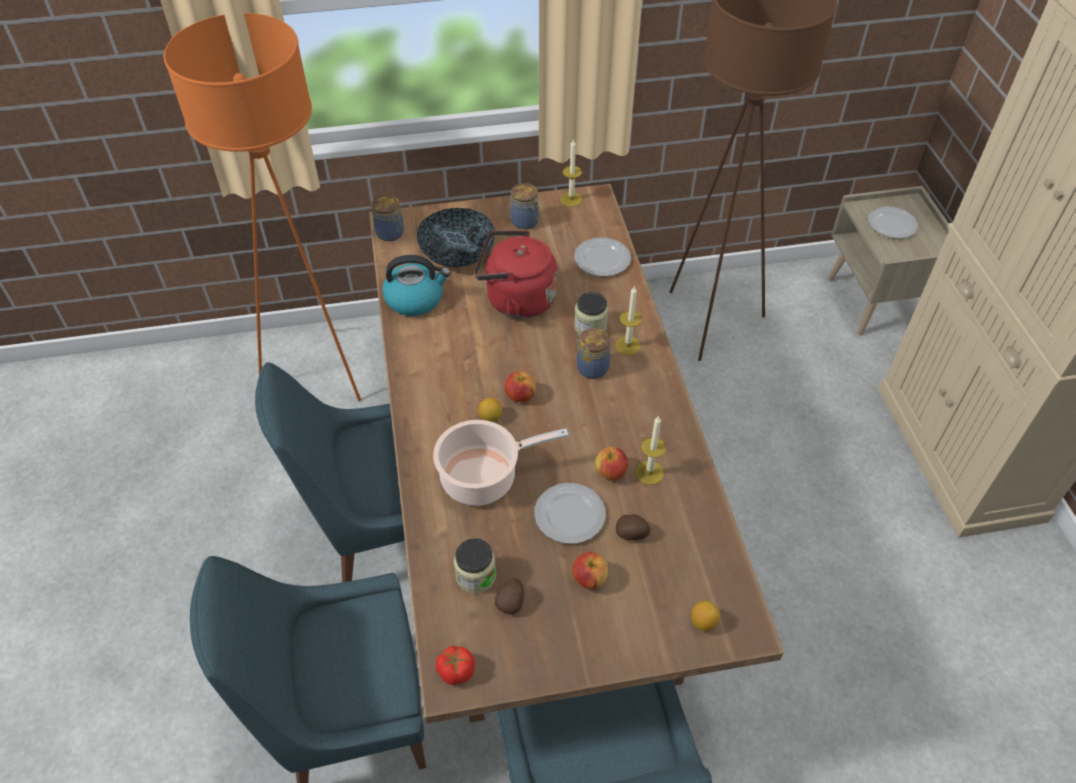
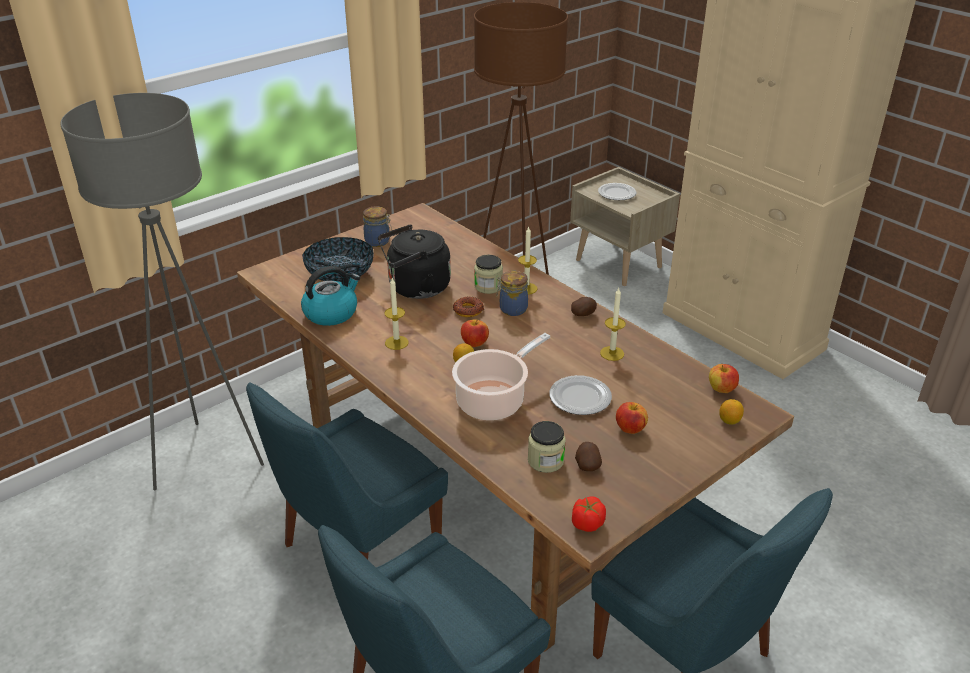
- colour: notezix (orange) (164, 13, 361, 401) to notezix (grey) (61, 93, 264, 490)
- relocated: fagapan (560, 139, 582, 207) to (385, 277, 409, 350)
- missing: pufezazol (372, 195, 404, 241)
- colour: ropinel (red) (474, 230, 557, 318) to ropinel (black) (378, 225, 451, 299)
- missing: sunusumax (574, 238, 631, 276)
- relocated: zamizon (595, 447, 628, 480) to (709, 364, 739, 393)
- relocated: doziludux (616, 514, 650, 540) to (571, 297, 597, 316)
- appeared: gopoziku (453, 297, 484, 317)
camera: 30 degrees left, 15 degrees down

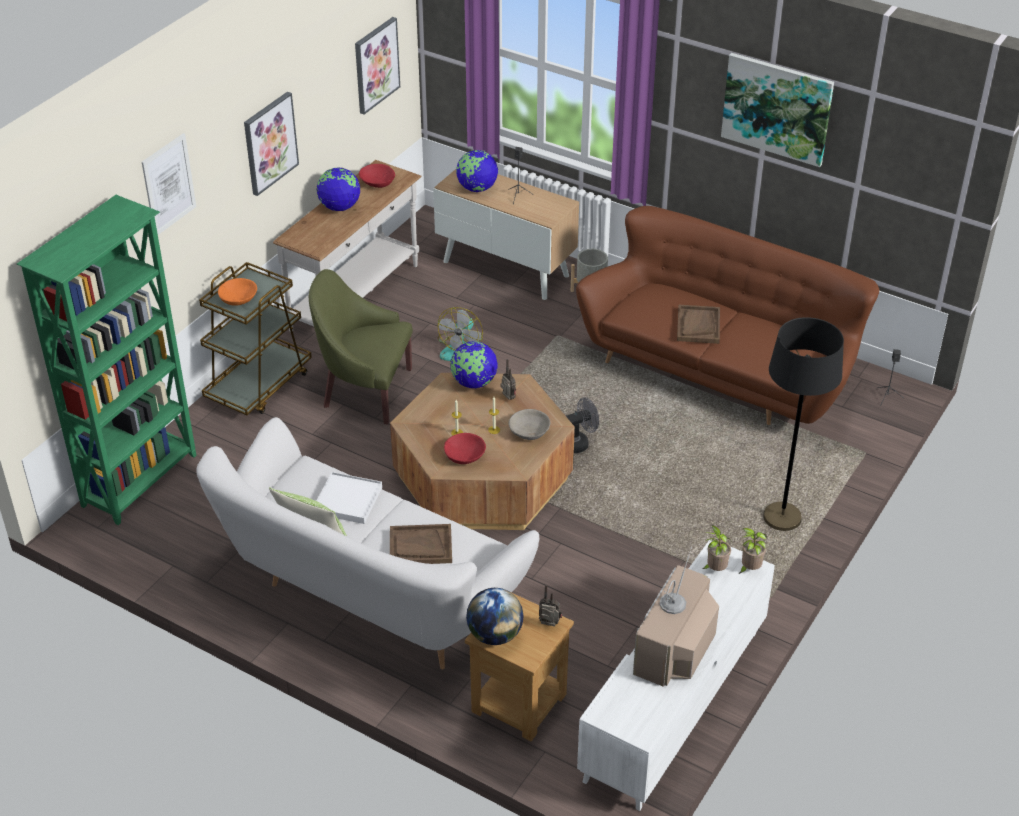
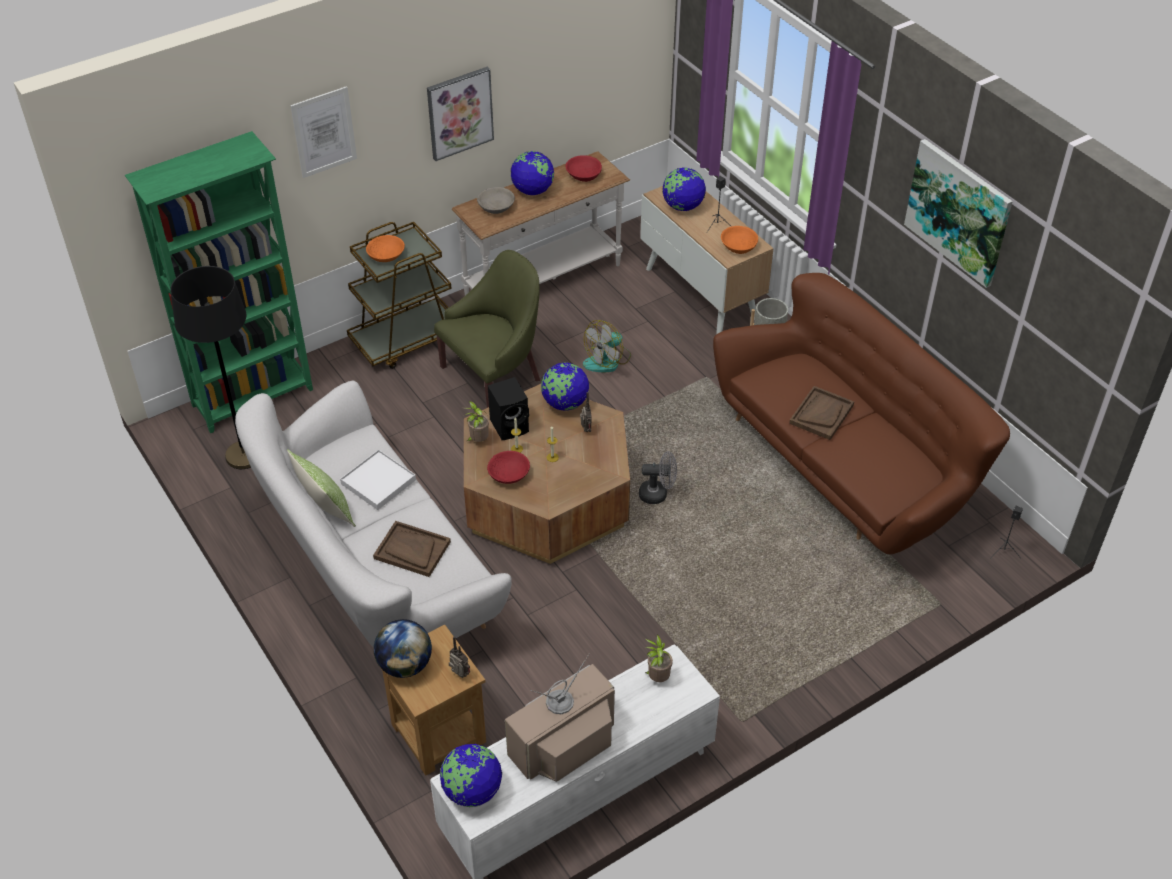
- missing: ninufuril (355, 17, 400, 114)
- spun: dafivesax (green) (308, 269, 413, 425) = (434, 250, 540, 408) 105 degrees clockwise
- relocated: notezix (black) (763, 317, 844, 531) to (170, 266, 251, 469)
- relocated: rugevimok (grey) (509, 409, 550, 440) to (477, 187, 515, 214)
- relocated: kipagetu (739, 528, 767, 574) to (465, 401, 489, 442)
- appeared: rugevimok (orange) (721, 226, 758, 254)
- appeared: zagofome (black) (488, 377, 529, 440)
- appeared: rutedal (440, 744, 502, 807)
camera: 25 degrees right, 5 degrees up

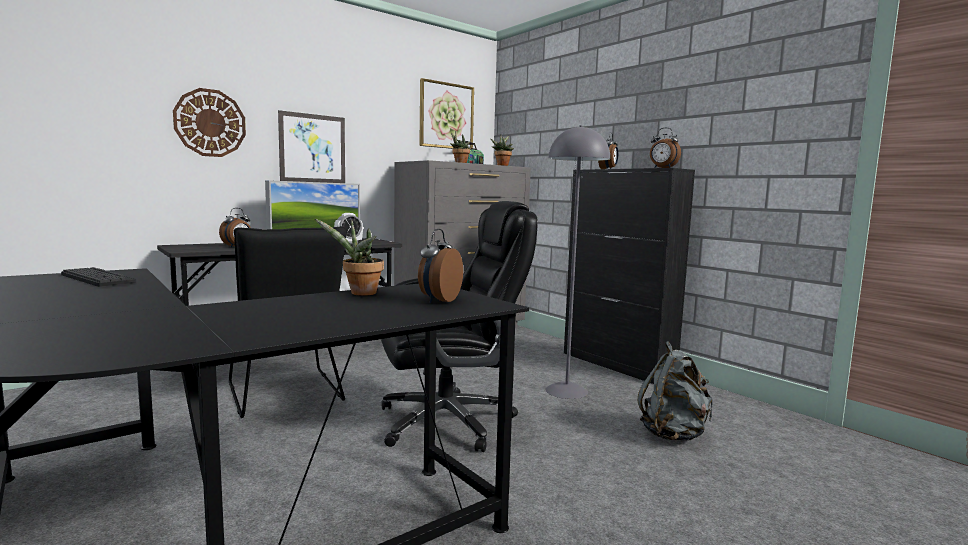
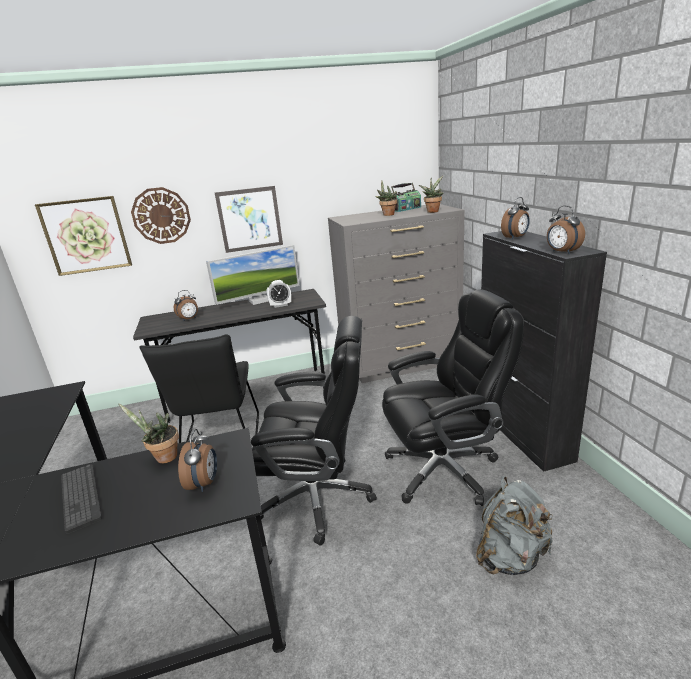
- relocated: ninufuril (419, 78, 474, 149) to (35, 196, 132, 276)
- exchanged: notezix (grey) (545, 125, 610, 399) to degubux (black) (382, 289, 524, 506)
- spun: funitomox (418, 229, 463, 303) = (178, 429, 217, 492) 135 degrees clockwise
- relocated: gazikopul (61, 267, 136, 287) to (61, 464, 102, 534)
camera: 25 degrees right, 15 degrees up

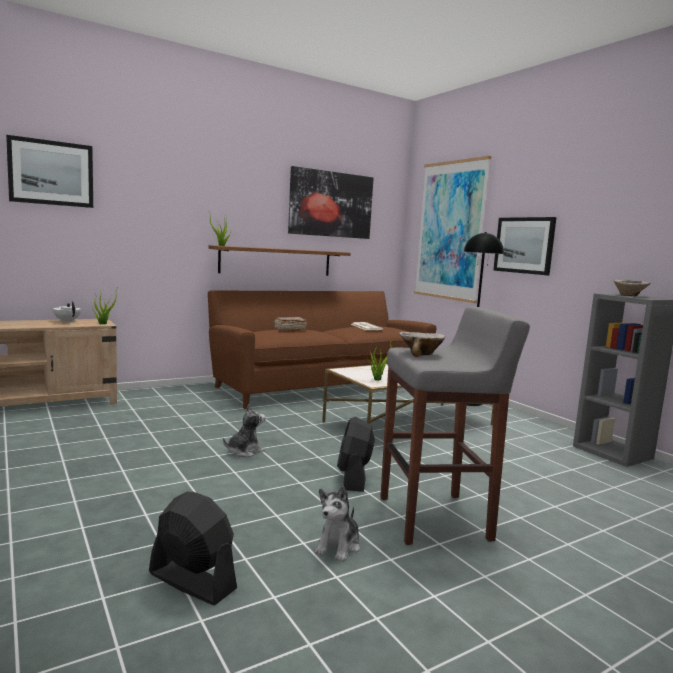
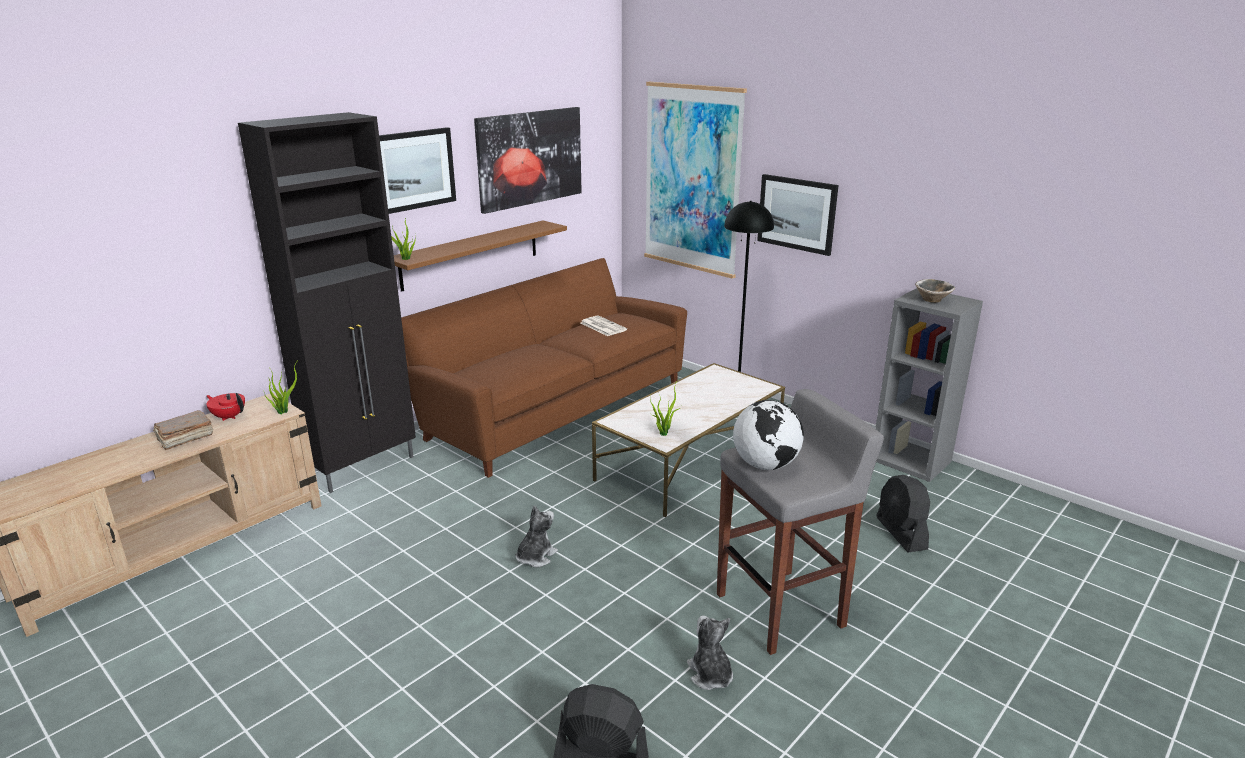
- relocated: ninufuril (6, 135, 93, 208) to (379, 127, 456, 214)
- colour: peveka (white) (53, 301, 81, 323) to peveka (red) (206, 393, 245, 421)
- relocated: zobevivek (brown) (274, 317, 307, 331) to (153, 410, 213, 450)
- exchanged: rugevimok (399, 332, 445, 357) to rutedal (733, 400, 804, 470)
- relocated: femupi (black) (337, 417, 375, 492) to (876, 475, 930, 552)
- spun: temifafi (315, 486, 361, 562) = (687, 615, 733, 690) 150 degrees clockwise
- appeared: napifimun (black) (238, 112, 416, 493)
camera: 15 degrees left, 15 degrees up

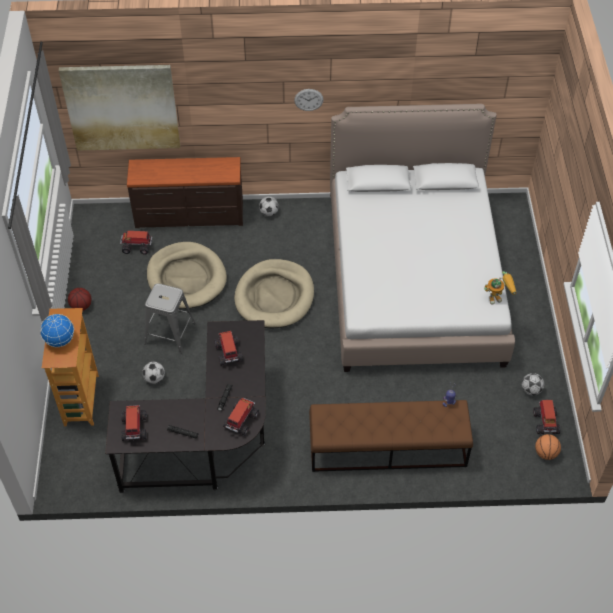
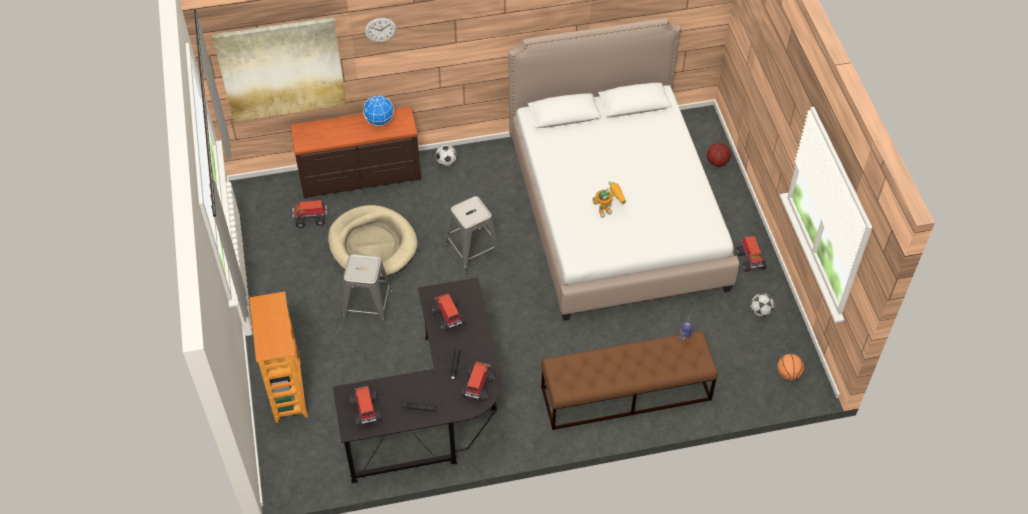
- relocated: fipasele (294, 89, 324, 111) to (365, 17, 397, 42)
- exchanged: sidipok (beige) (234, 259, 314, 329) to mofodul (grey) (444, 196, 501, 274)
- relocated: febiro (484, 271, 517, 305) to (592, 181, 626, 218)
- relocated: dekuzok (68, 288, 92, 311) to (707, 143, 731, 167)
- relocated: rutedal (40, 314, 74, 347) to (363, 95, 394, 126)
- missing: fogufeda (142, 362, 165, 384)
- relocated: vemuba (533, 400, 560, 435) to (737, 236, 767, 272)
camera: 10 degrees left, 0 degrees up

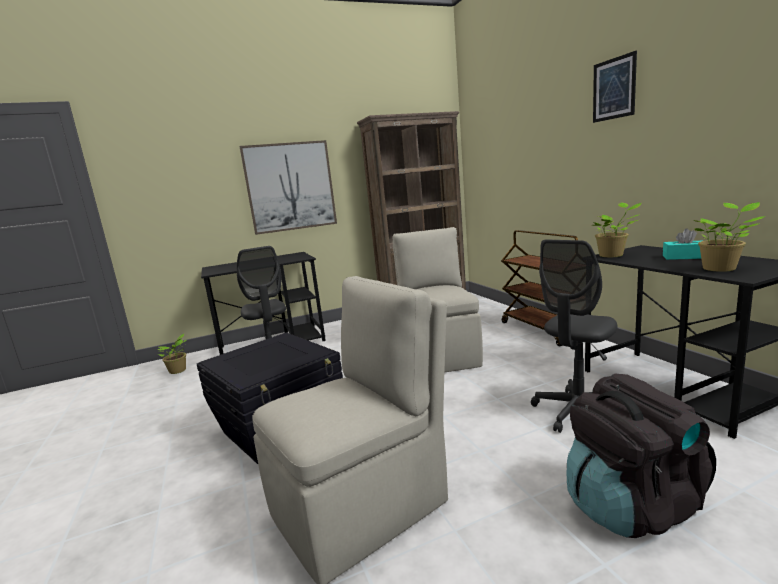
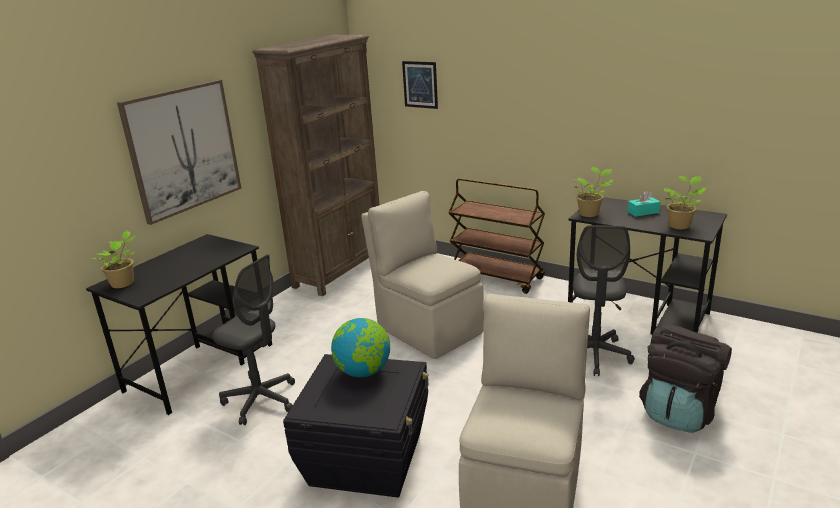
- relocated: ninufuril (593, 51, 637, 123) to (402, 61, 438, 109)
- relocated: kipagetu (158, 334, 186, 374) to (91, 230, 135, 288)
- appeared: rutedal (331, 318, 390, 377)
camera: 35 degrees left, 10 degrees up

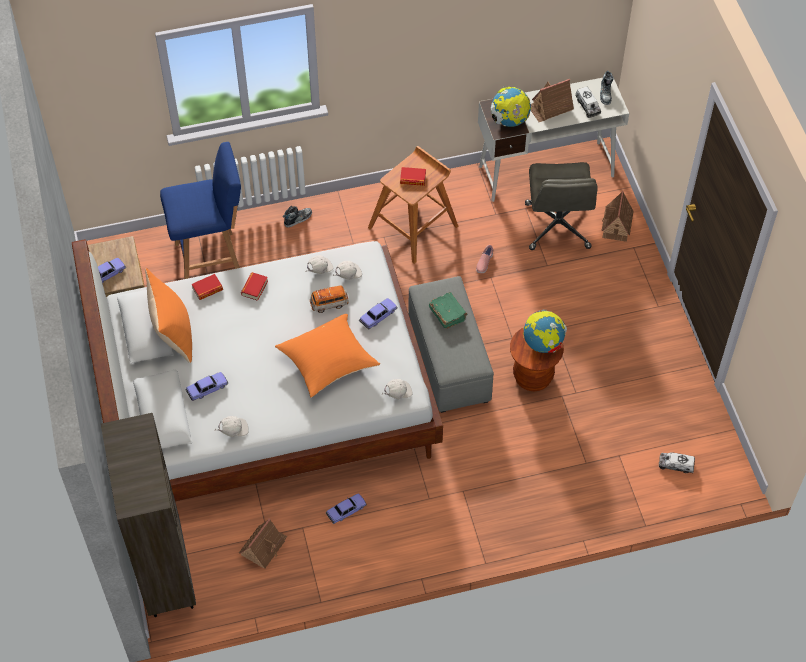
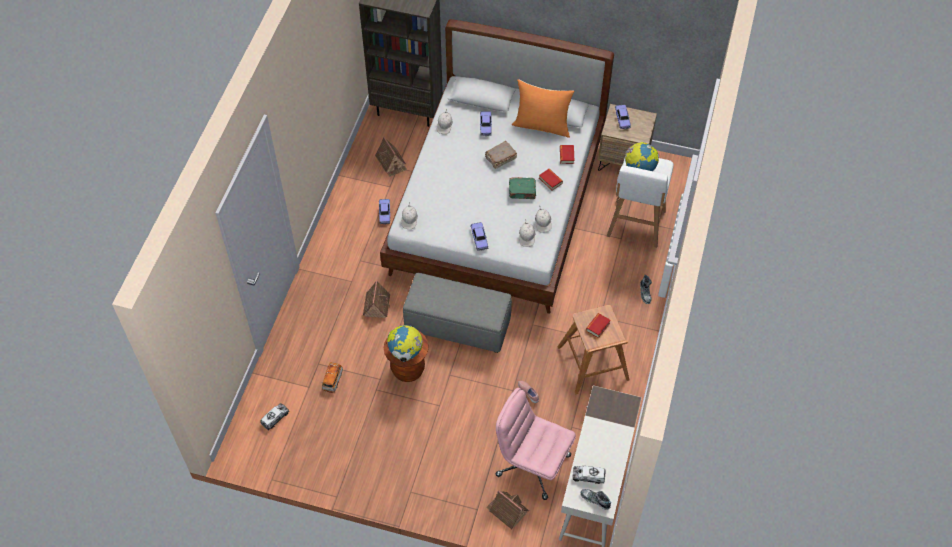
- relocated: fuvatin (531, 79, 574, 122) to (363, 280, 390, 318)
- relocated: rutedal (491, 87, 531, 127) to (625, 142, 659, 171)
- colour: mofodul (blue) (160, 142, 241, 279) to mofodul (white) (607, 158, 674, 248)
- colour: degubux (grey) (525, 162, 598, 250) to degubux (pink) (495, 388, 576, 500)
- relocated: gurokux (310, 286, 349, 313) to (322, 362, 343, 393)
- relocated: zobevivek (green) (429, 292, 467, 329) to (509, 177, 536, 199)
- missing: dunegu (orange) (275, 314, 380, 398)
- appeared: zobevivek (brown) (485, 141, 517, 169)
camera: 120 degrees right, 0 degrees up

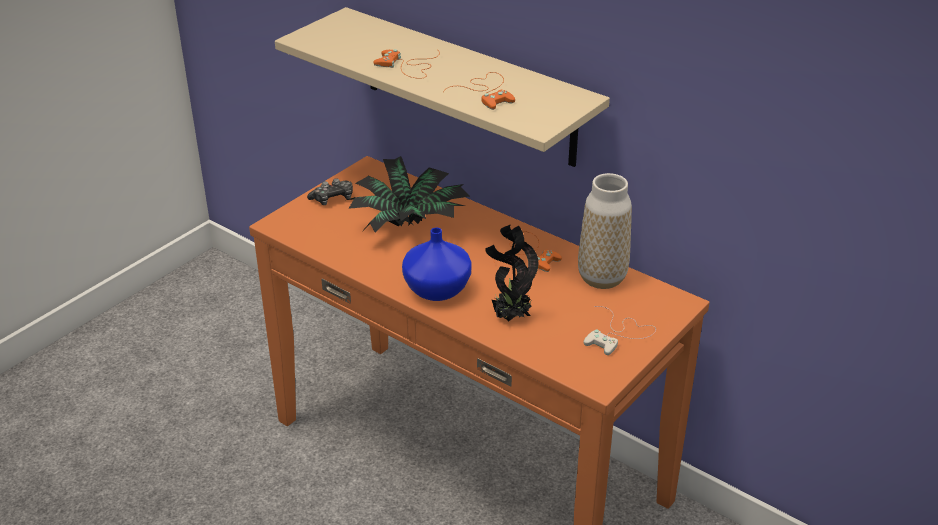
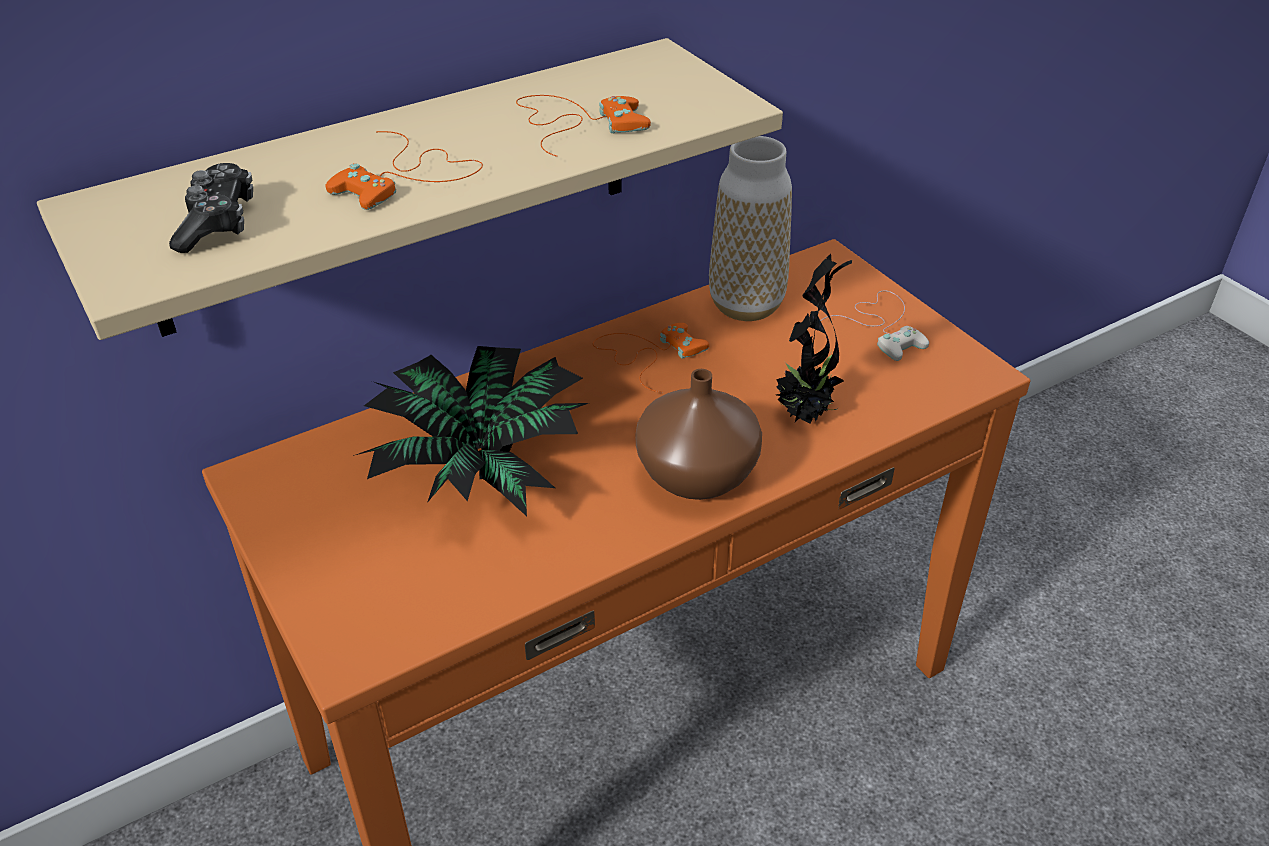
- relocated: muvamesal (307, 178, 353, 205) to (169, 163, 253, 253)
- colour: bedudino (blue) (402, 228, 472, 301) to bedudino (brown) (635, 369, 762, 500)
camera: 70 degrees left, 5 degrees up

